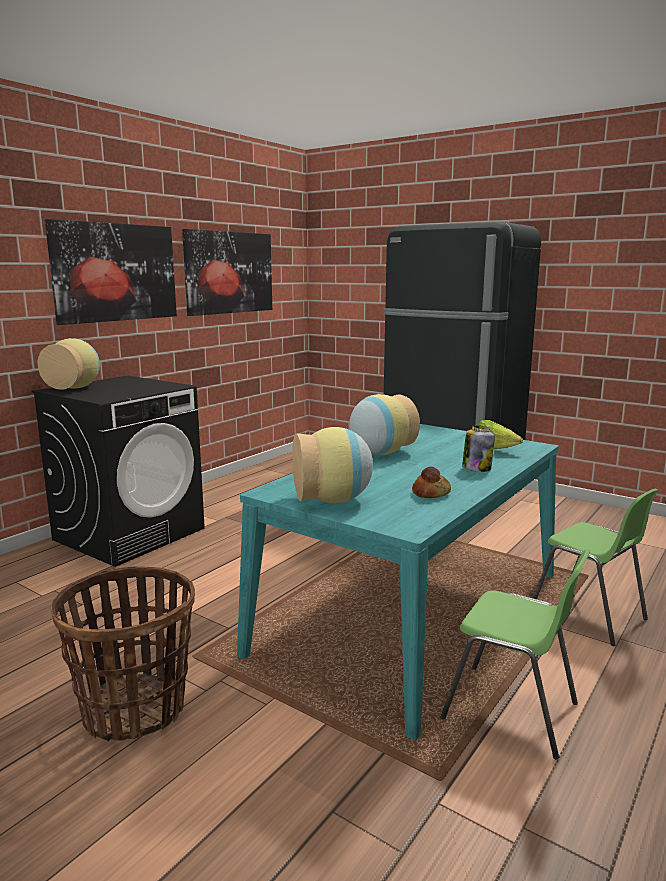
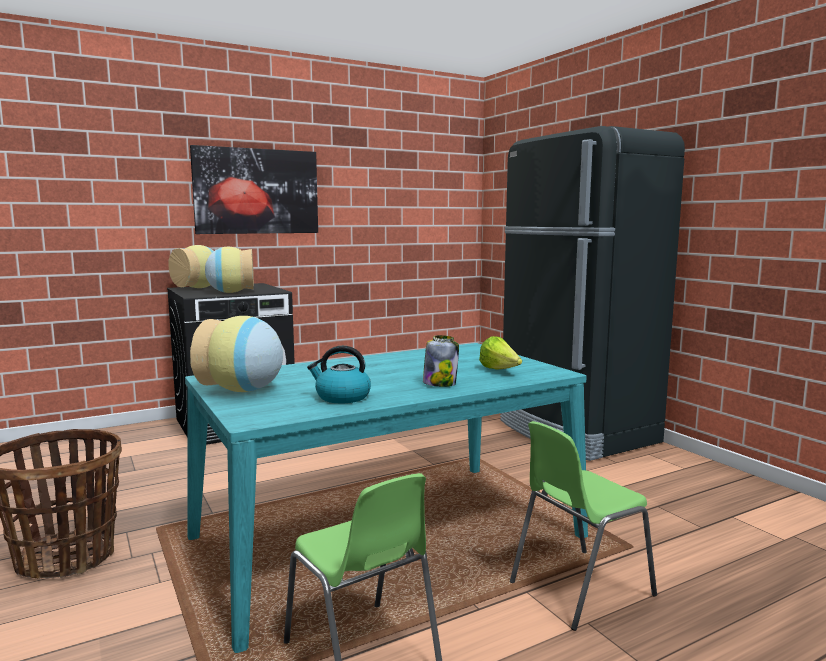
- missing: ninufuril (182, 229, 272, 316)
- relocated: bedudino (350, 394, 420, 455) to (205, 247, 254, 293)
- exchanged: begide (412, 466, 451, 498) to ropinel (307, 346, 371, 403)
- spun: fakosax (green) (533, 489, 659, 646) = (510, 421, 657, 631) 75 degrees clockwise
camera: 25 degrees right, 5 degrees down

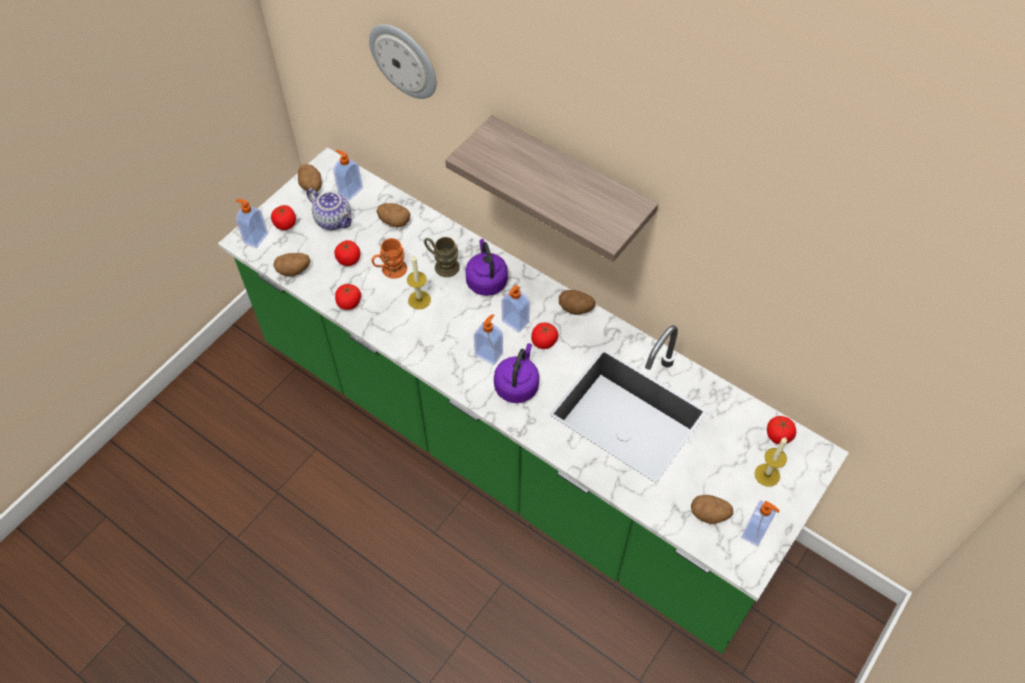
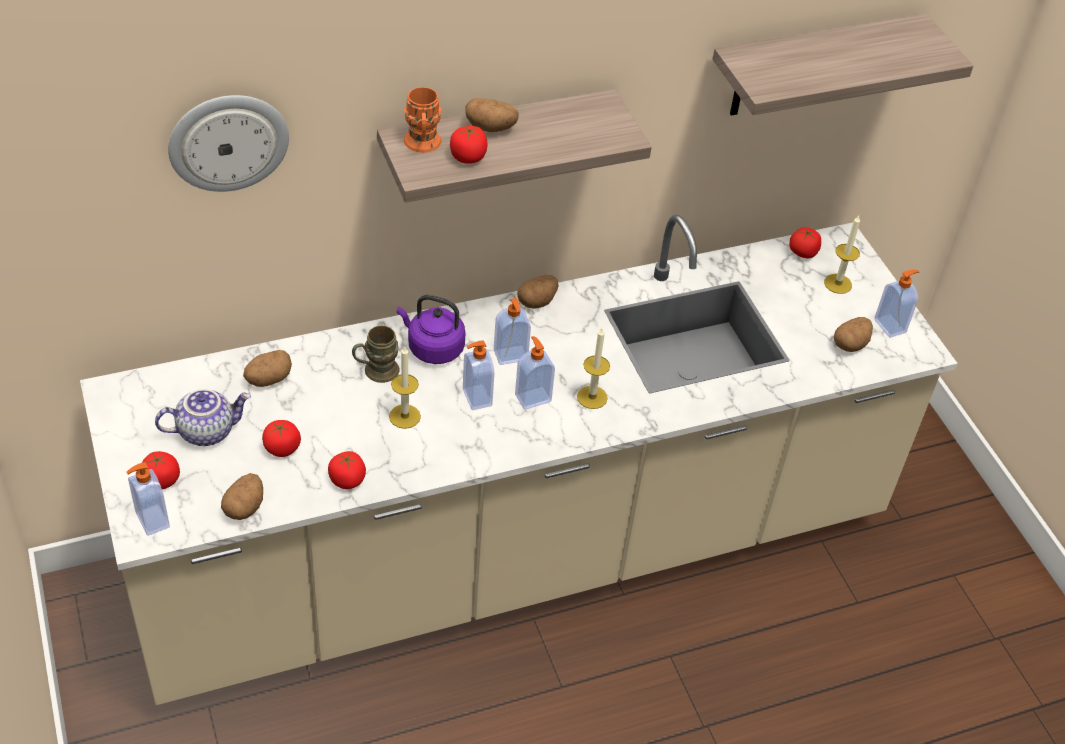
- colour: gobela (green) (218, 147, 849, 654) to gobela (beige) (80, 215, 958, 705)
- relocated: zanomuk (333, 150, 363, 200) to (463, 340, 494, 410)
- relocated: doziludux (298, 164, 322, 193) to (465, 98, 519, 132)
- relocated: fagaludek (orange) (372, 238, 407, 279) to (404, 87, 441, 153)
- relocated: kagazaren (531, 323, 558, 349) to (450, 125, 488, 164)
- exchanged: ropinel (purple) (494, 343, 539, 403) to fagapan (577, 328, 610, 409)
- appeared: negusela (713, 14, 973, 115)
camera: 60 degrees left, 10 degrees down

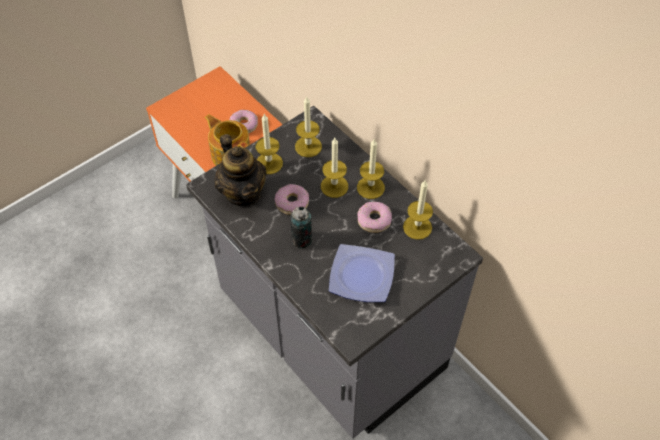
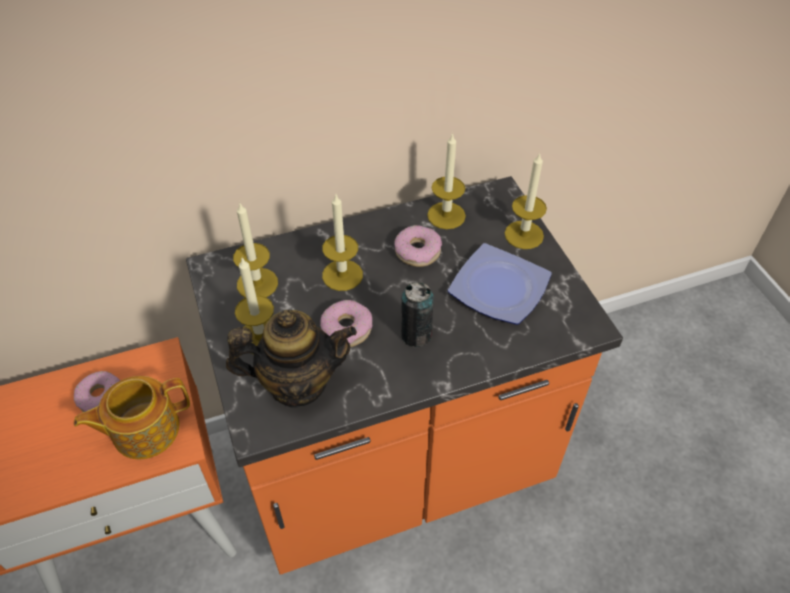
- colour: gobela (grey) (186, 106, 483, 439) to gobela (orange) (186, 176, 623, 575)
- relocated: fagapan (357, 139, 385, 199) to (505, 153, 547, 249)
camera: 70 degrees left, 5 degrees down

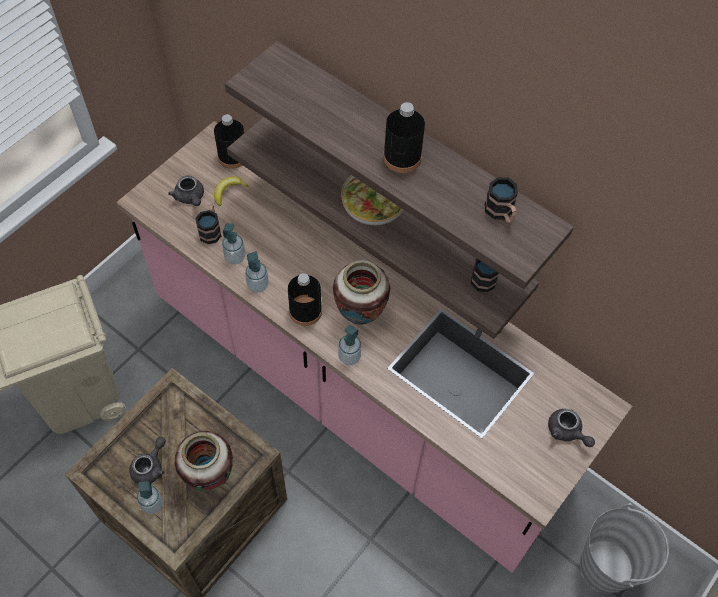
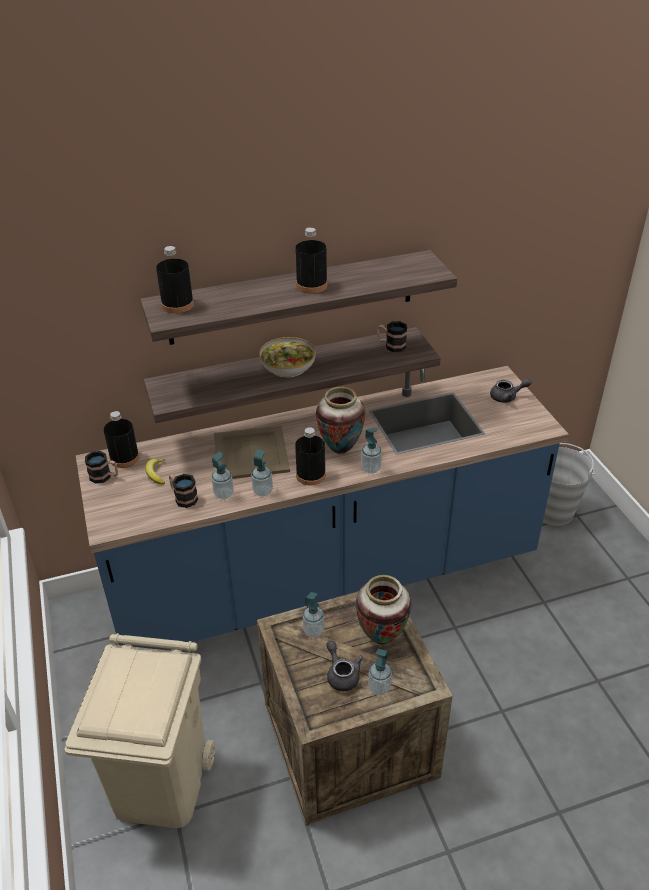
- colour: gobela (pink) (116, 121, 632, 573) to gobela (blue) (76, 366, 569, 650)
- missing: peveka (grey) (168, 175, 204, 206)
- relocated: fagaludek (485, 177, 518, 224) to (85, 451, 118, 484)
- appeared: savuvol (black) (156, 246, 194, 314)
- appeared: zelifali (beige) (214, 426, 290, 479)
- appeared: zanomuk (303, 592, 324, 637)
camera: 55 degrees left, 20 degrees down

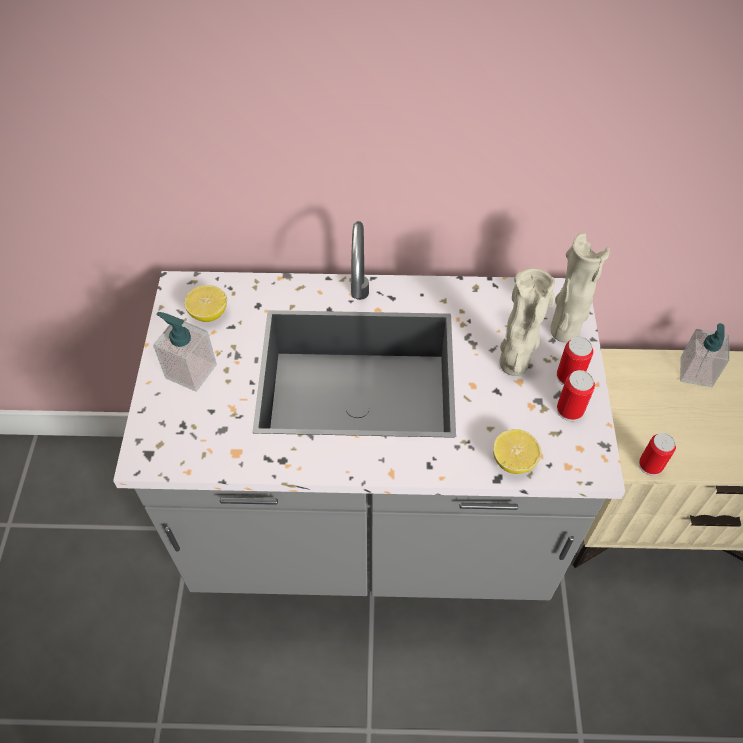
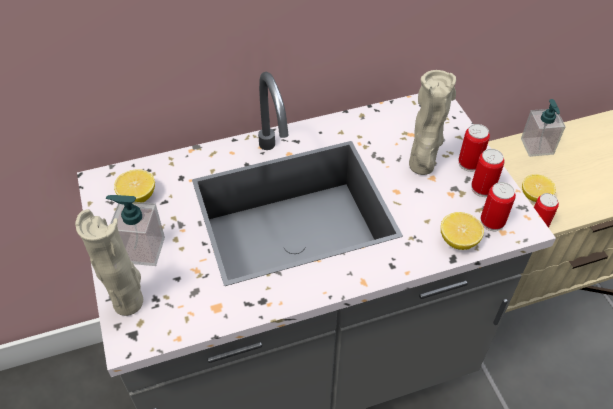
- relocated: bedudino (beige) (551, 233, 610, 343) to (75, 209, 143, 316)
- appeared: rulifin (522, 174, 556, 202)
- appeared: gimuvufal (481, 182, 516, 231)
camera: 20 degrees left, 5 degrees down

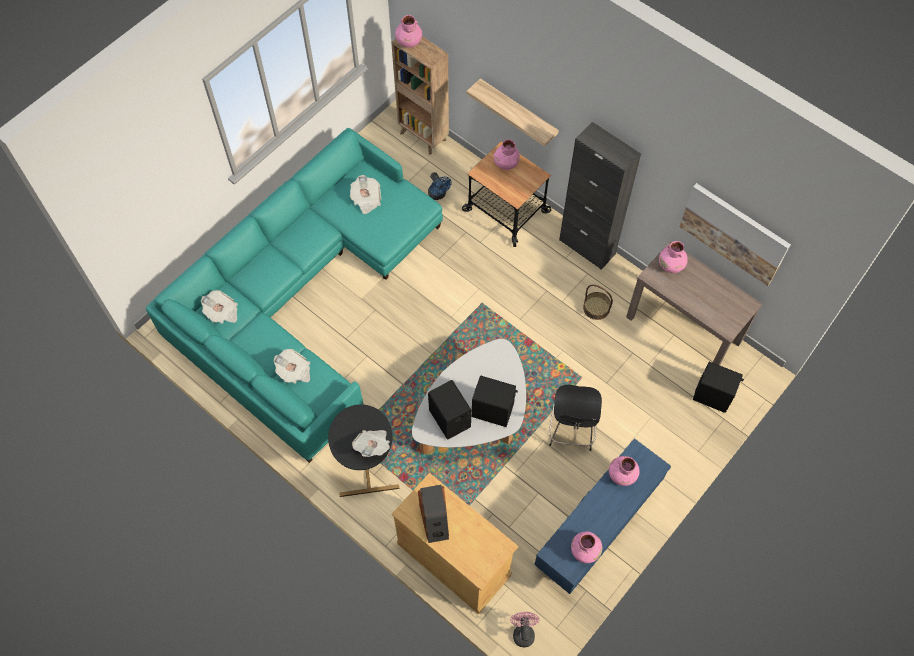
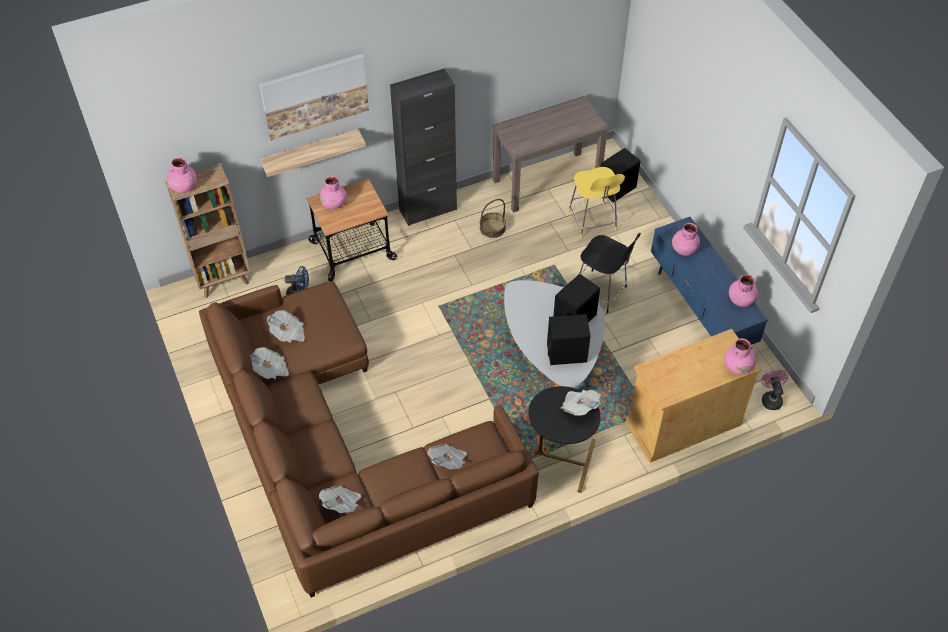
- colour: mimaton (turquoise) (146, 128, 443, 463) to mimaton (brown) (199, 281, 539, 597)
- relocated: ninufuril (680, 183, 791, 286) to (259, 53, 369, 140)
- relocated: bedudino (pink) (659, 241, 688, 273) to (724, 338, 756, 375)
- missing: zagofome (418, 485, 449, 543)
- spun: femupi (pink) (510, 612, 540, 647) = (761, 369, 788, 410) 60 degrees clockwise
- appeared: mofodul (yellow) (568, 167, 625, 239)
- appeared: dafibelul (250, 347, 289, 379)
camera: 65 degrees left, 10 degrees down

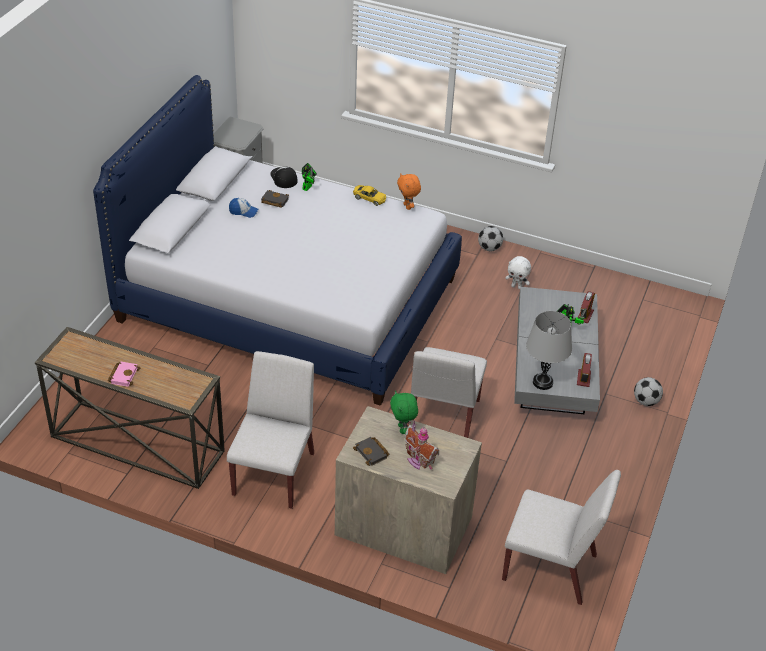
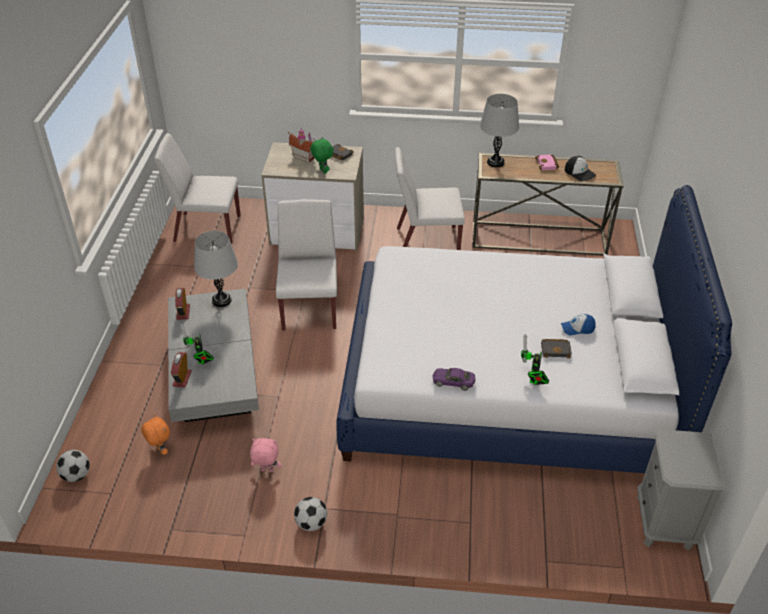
- relocated: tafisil (270, 166, 297, 188) to (565, 156, 596, 181)
- relocated: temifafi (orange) (397, 173, 421, 210) to (141, 414, 170, 455)
- colour: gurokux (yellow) (353, 185, 386, 206) to gurokux (purple) (433, 368, 475, 391)
- colour: temifafi (white) (505, 256, 531, 289) to temifafi (pink) (250, 438, 281, 472)
- spun: fakosax (white) (227, 351, 314, 509) = (395, 147, 465, 250) 90 degrees clockwise
- relocated: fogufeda (634, 377, 663, 406) to (56, 450, 90, 482)
- appeared: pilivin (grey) (480, 94, 519, 167)
camera: 165 degrees right, 0 degrees up

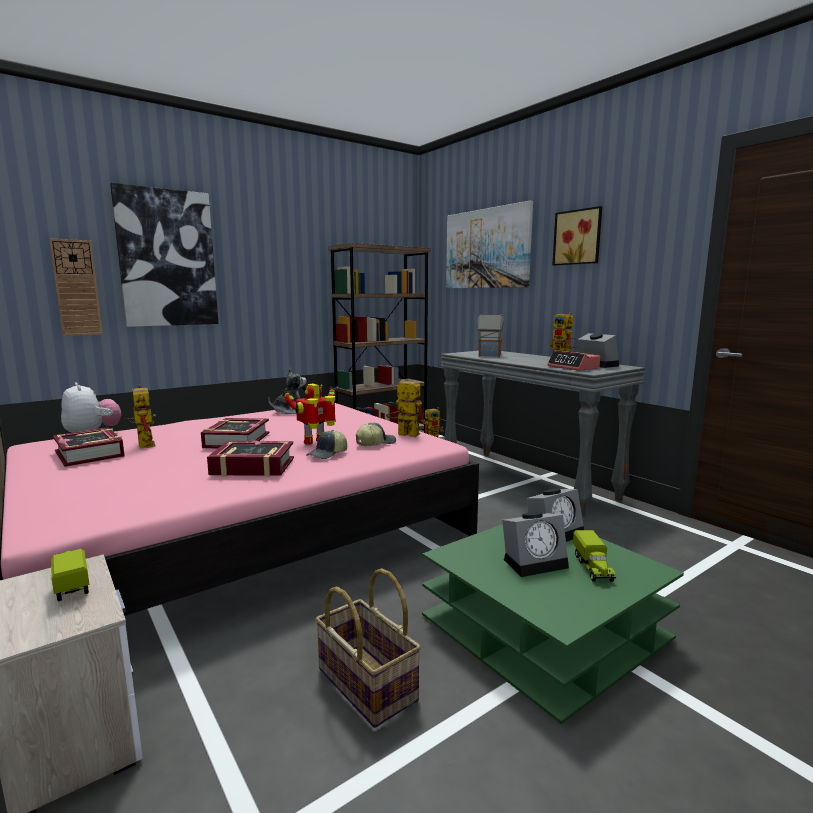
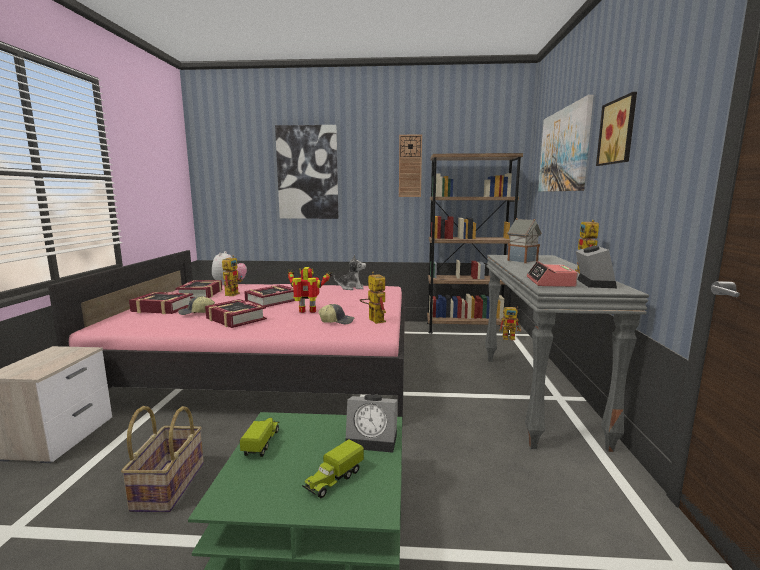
- relocated: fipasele (49, 238, 103, 336) to (399, 134, 422, 197)
- relocated: tafisil (306, 430, 347, 459) to (178, 296, 215, 315)
- missing: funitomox (502, 512, 569, 577)
- relocated: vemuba (51, 549, 89, 602) to (240, 418, 280, 457)
- appeared: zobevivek (129, 292, 193, 314)
camera: 40 degrees right, 0 degrees up

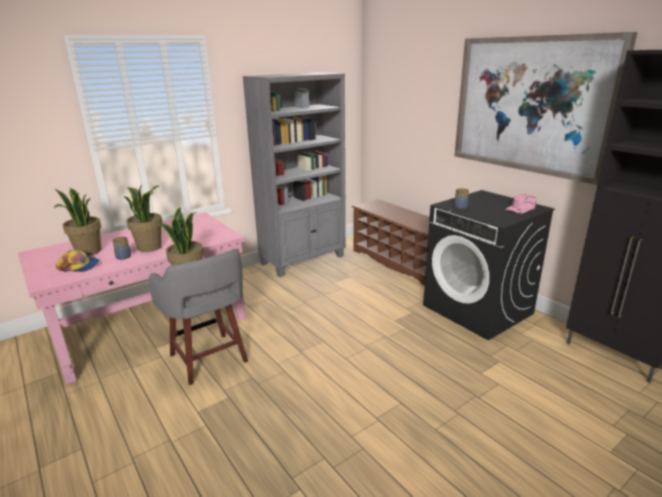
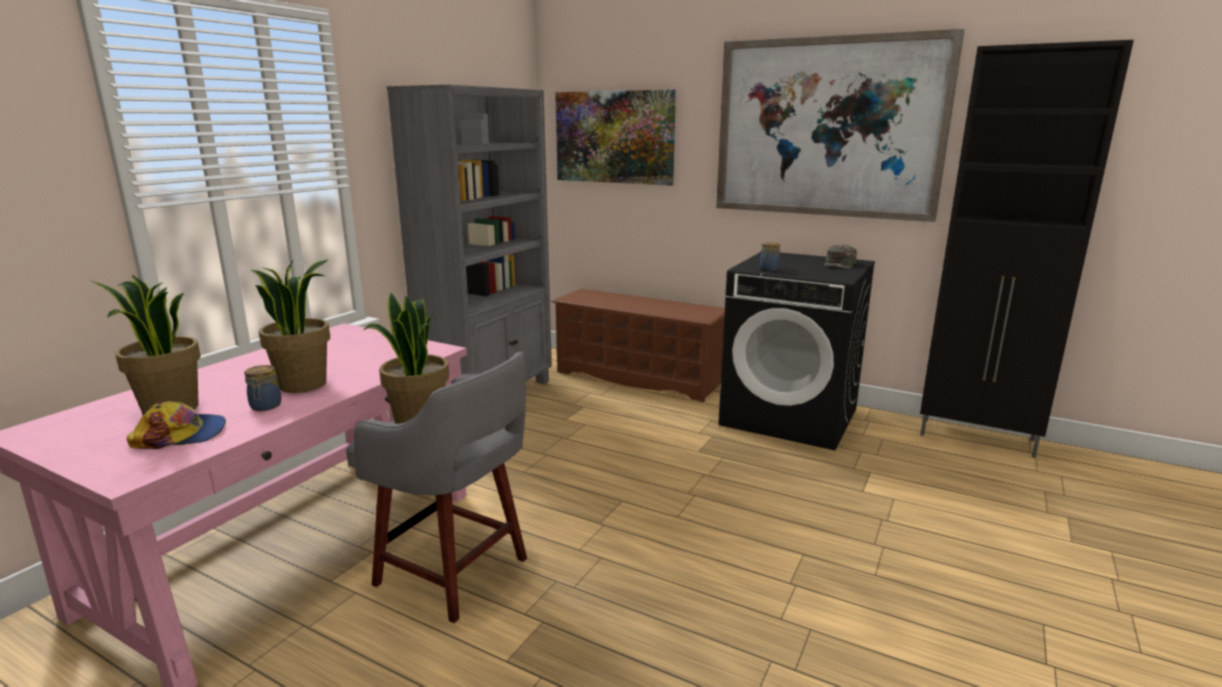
- colour: tafisil (pink) (505, 194, 536, 213) to tafisil (green) (823, 245, 857, 269)
- appeared: ninufuril (555, 90, 676, 186)
camera: 25 degrees left, 5 degrees down

